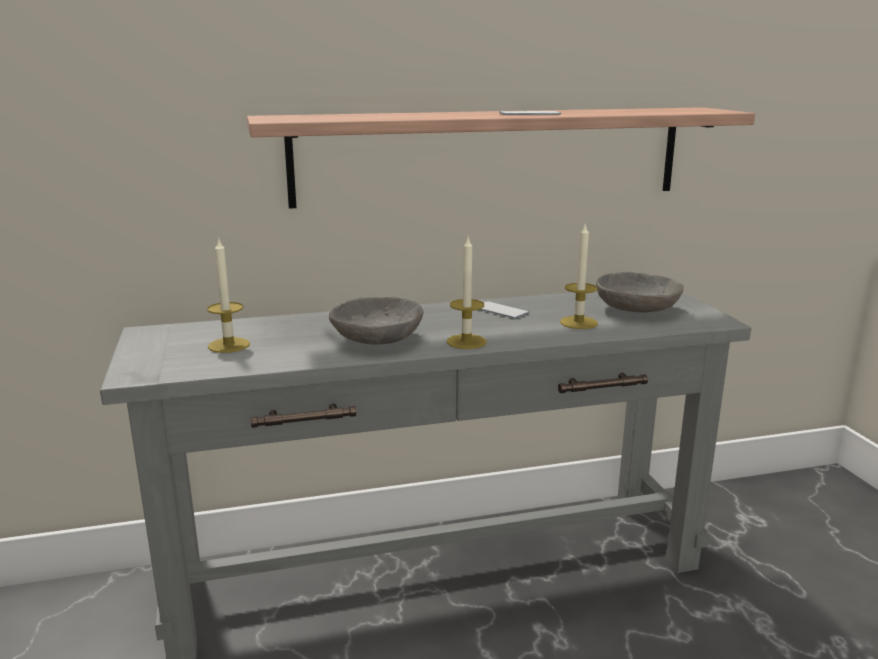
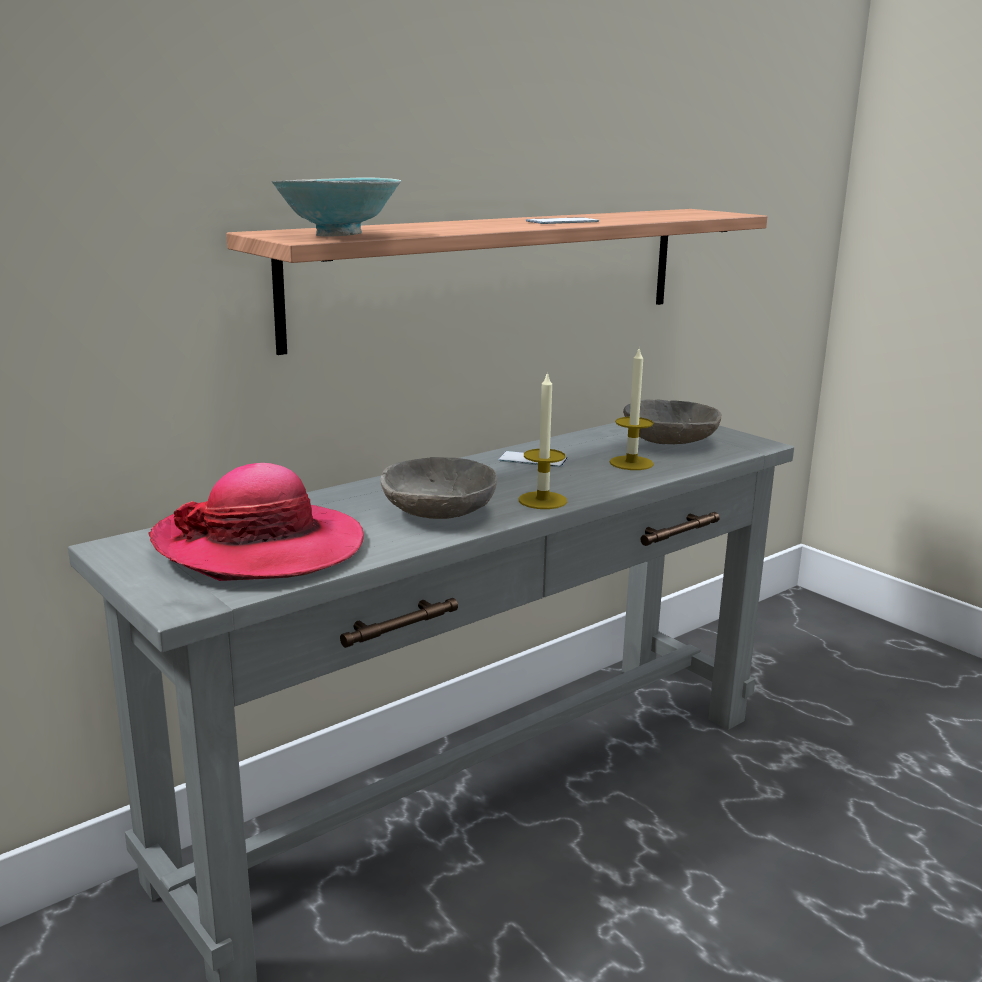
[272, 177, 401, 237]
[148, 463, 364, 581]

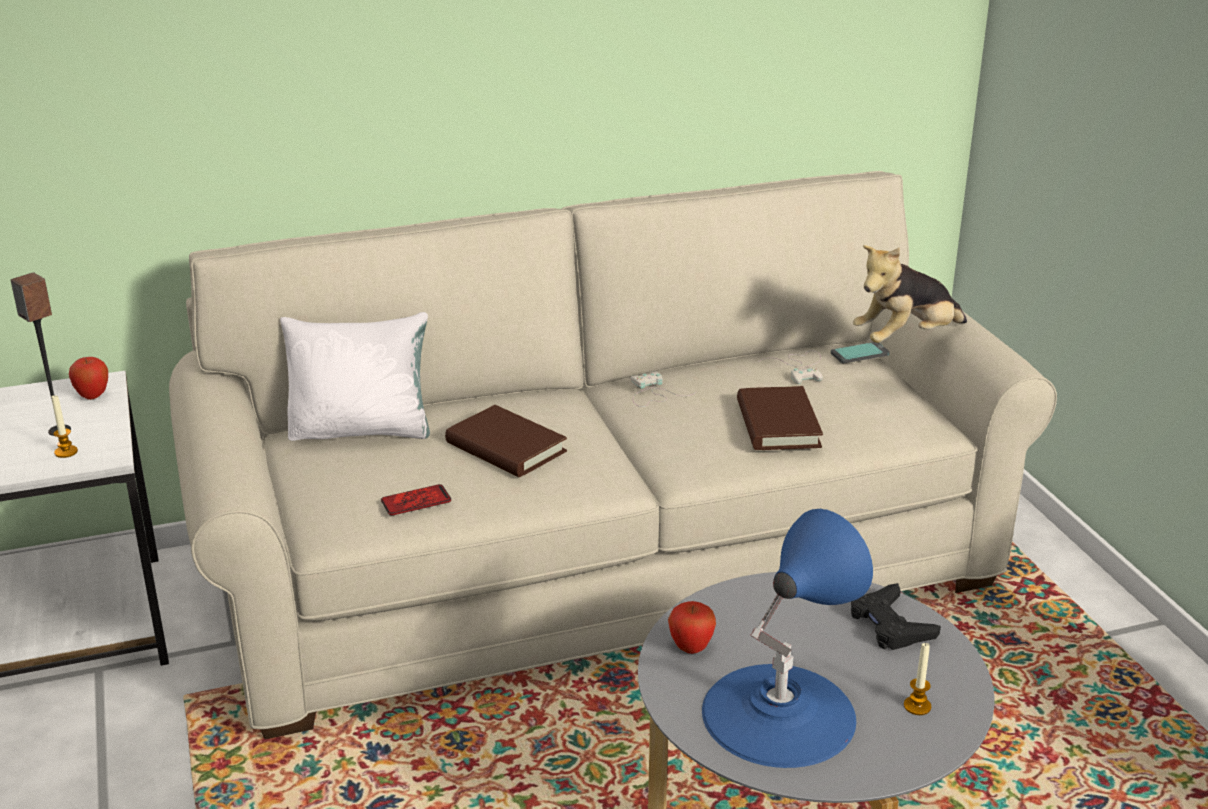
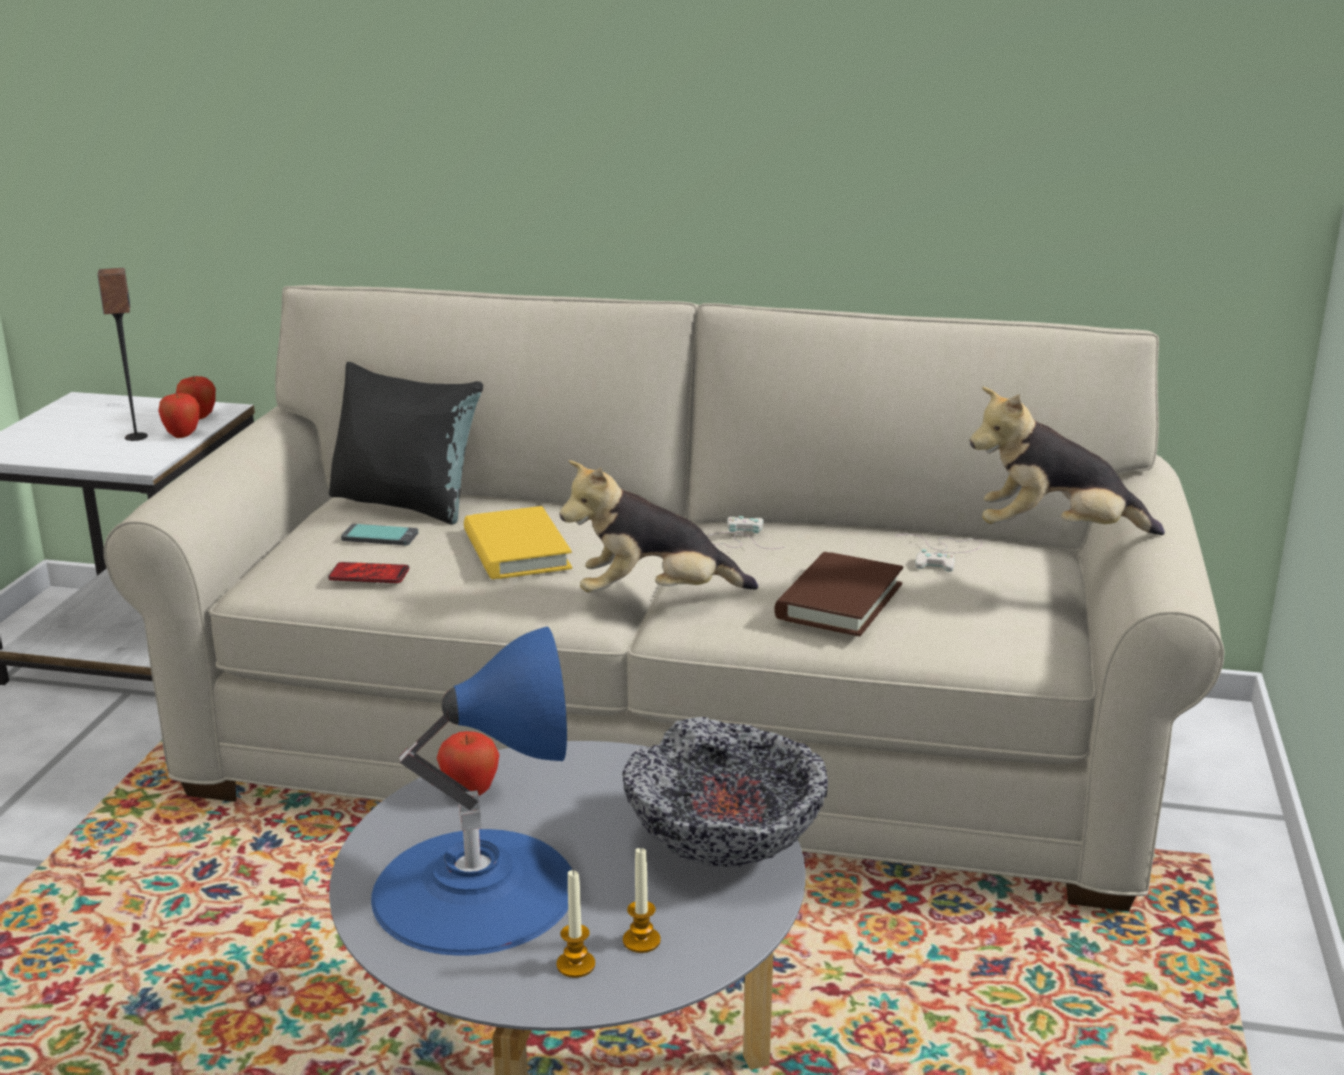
[158, 393, 200, 438]
[559, 460, 758, 593]
[557, 870, 595, 978]
[341, 524, 418, 545]
[623, 717, 828, 868]
[329, 362, 483, 525]
[464, 506, 572, 579]

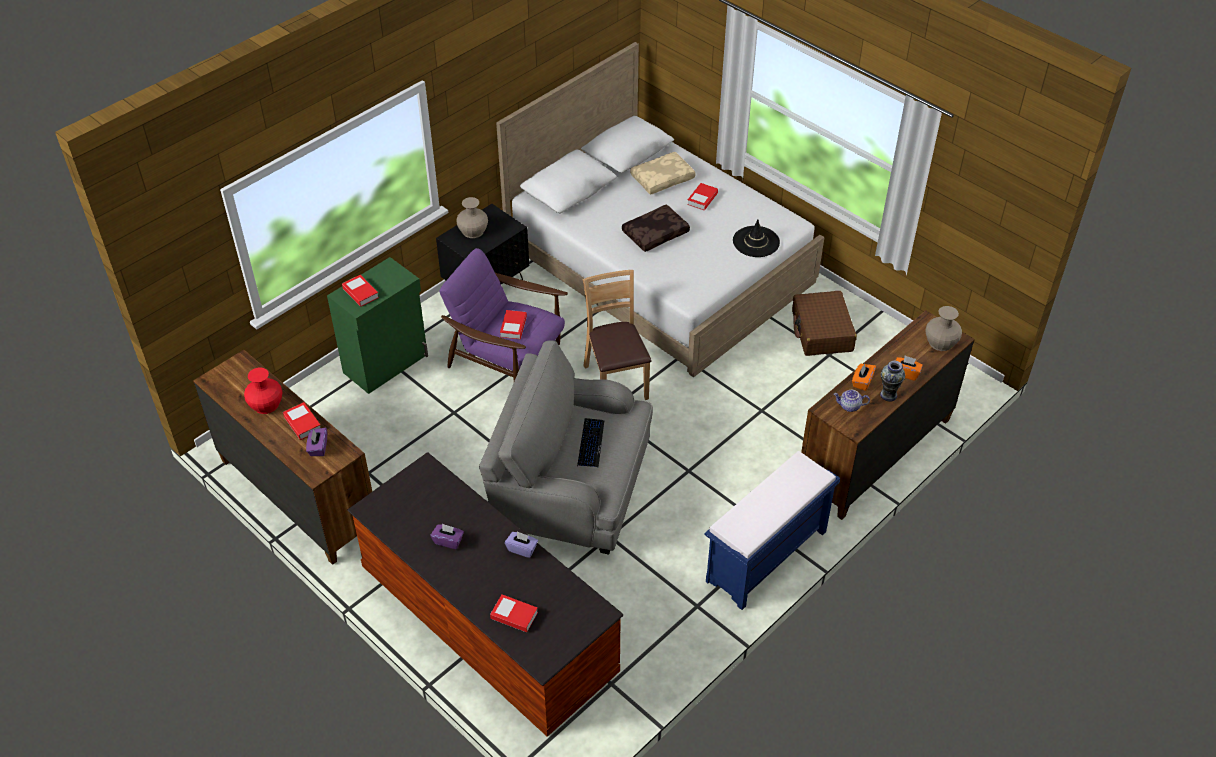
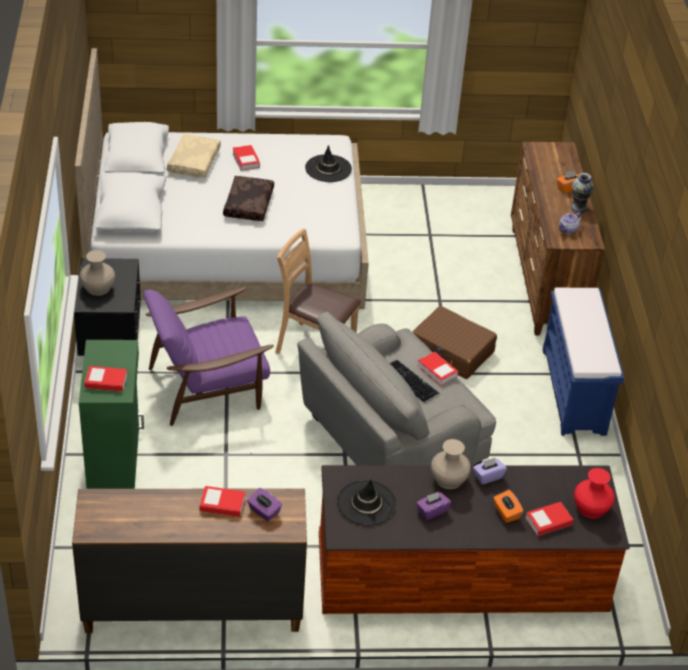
[337, 479, 396, 526]
[574, 468, 615, 519]
[418, 352, 458, 386]
[412, 306, 497, 379]
[494, 490, 524, 523]
[431, 439, 471, 489]

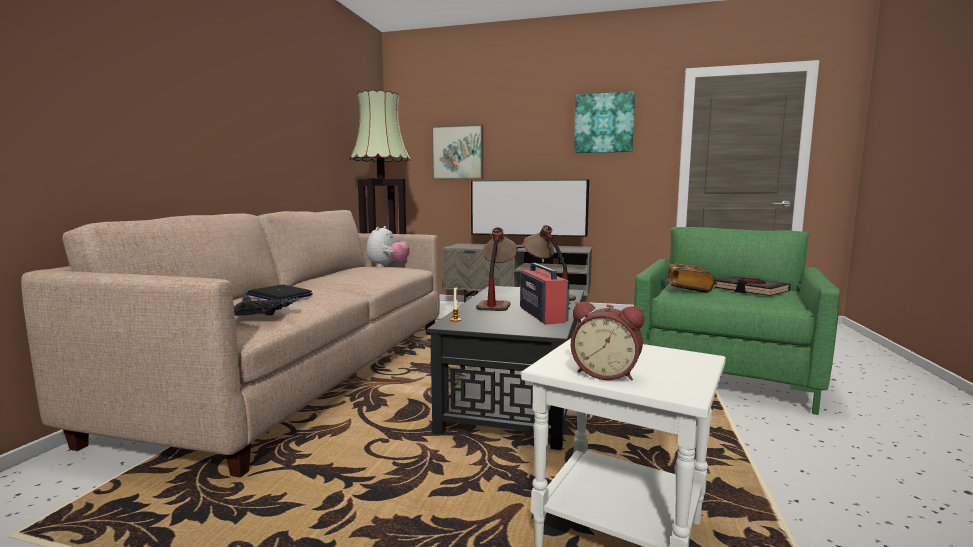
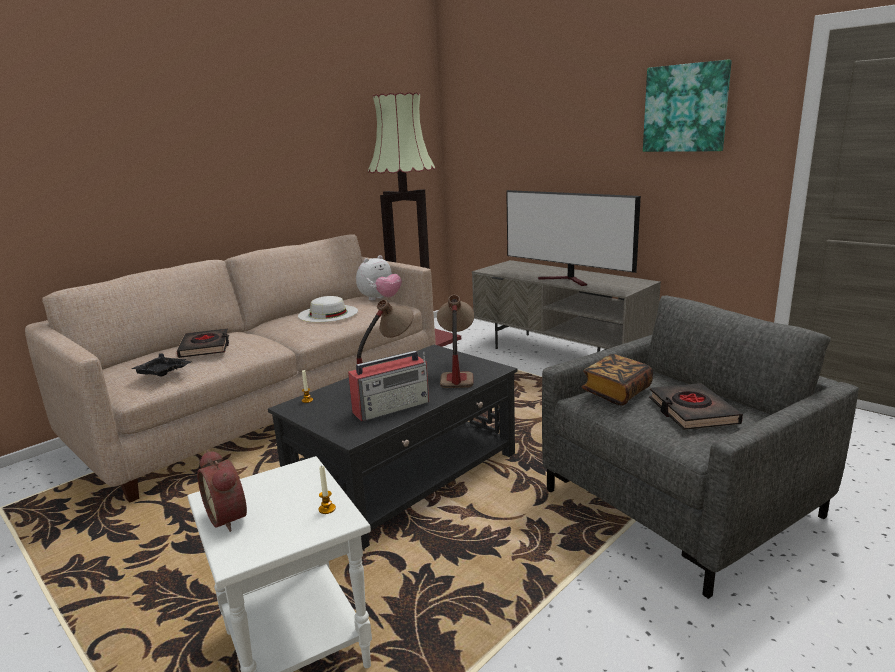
[431, 124, 483, 180] (first image)
[298, 296, 358, 322]
[319, 465, 336, 514]
[176, 329, 229, 358]
[542, 296, 859, 599]
[348, 351, 429, 421]

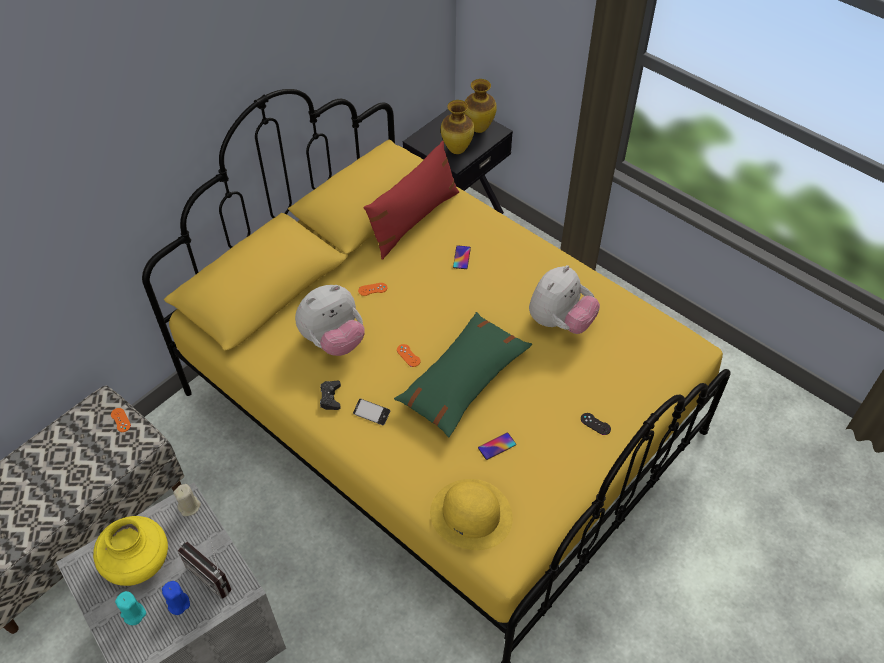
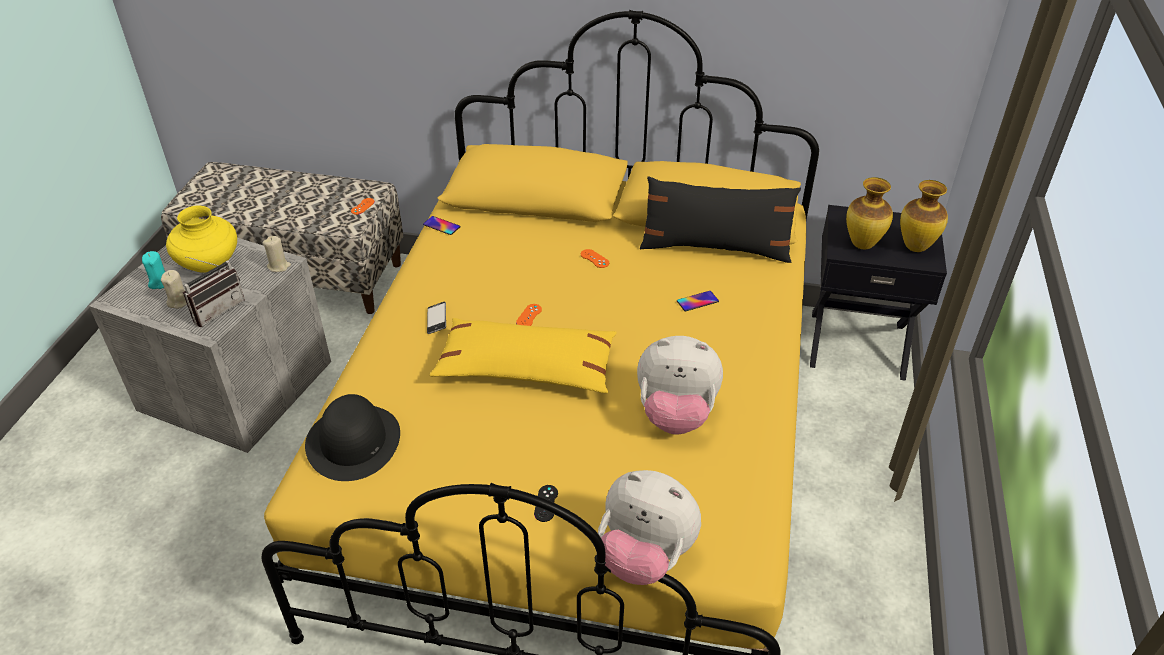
[320, 380, 341, 410] (first image)
[598, 470, 701, 585]
[423, 216, 461, 235]
[161, 270, 187, 309]
[640, 176, 801, 263]
[430, 318, 617, 393]
[305, 394, 400, 481]
[183, 256, 245, 327]

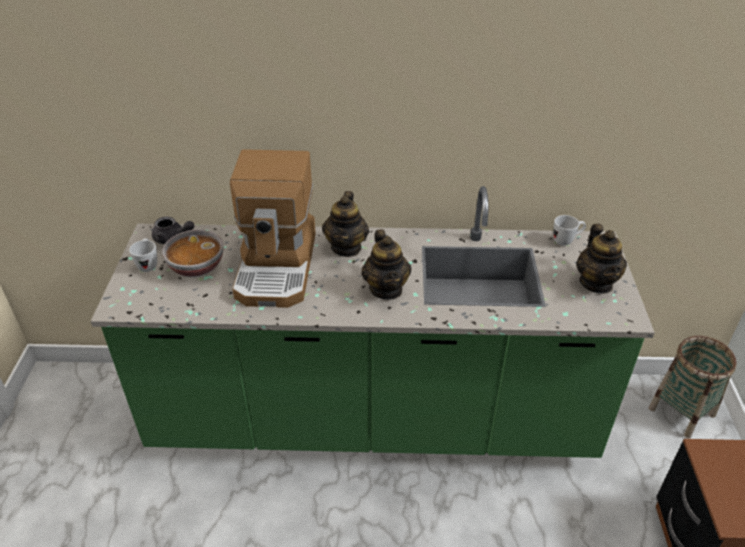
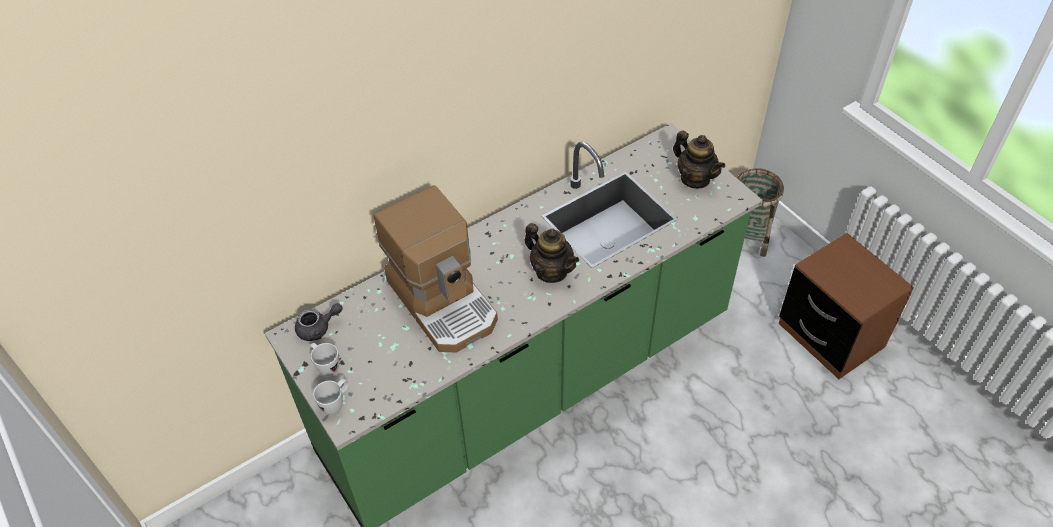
[162, 230, 223, 277] (first image)
[322, 191, 369, 257] (first image)
[313, 379, 349, 414]

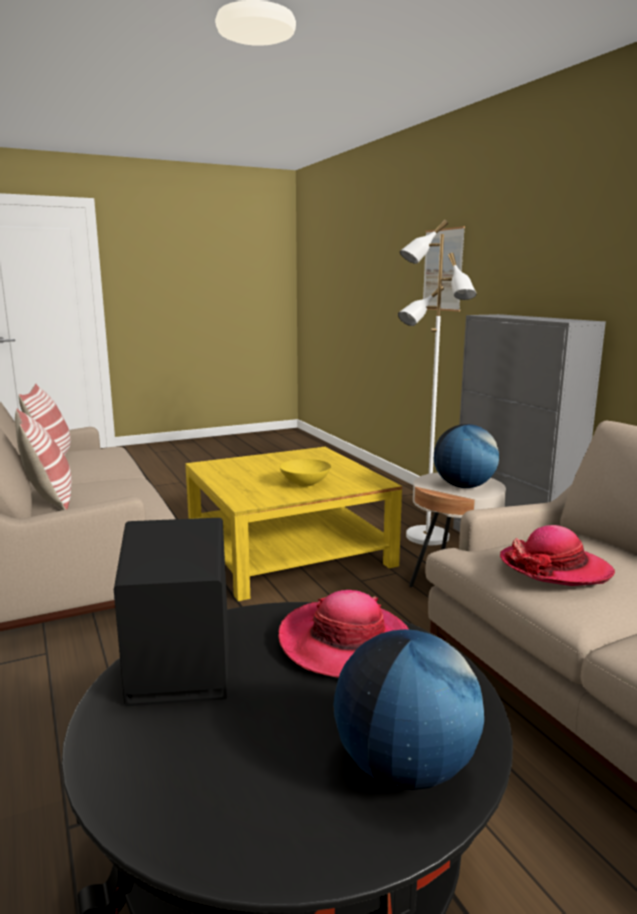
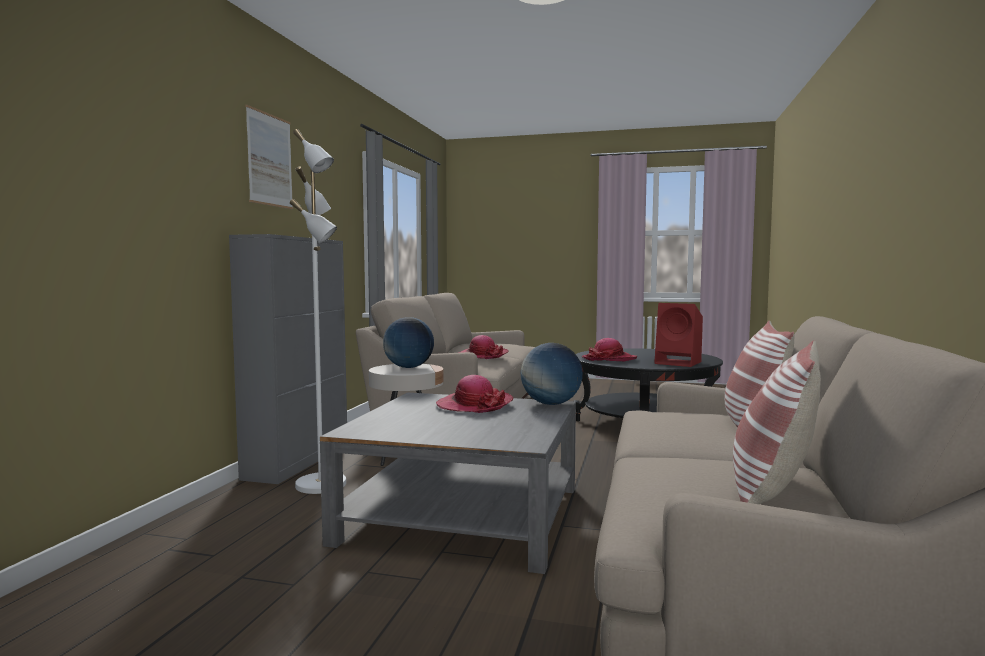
[521, 343, 583, 405]
[246, 105, 293, 209]
[436, 375, 514, 413]
[654, 303, 703, 367]
[320, 393, 576, 574]

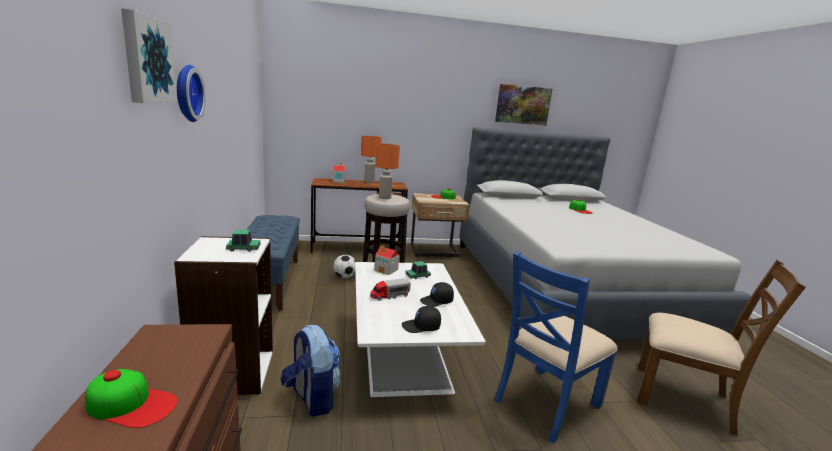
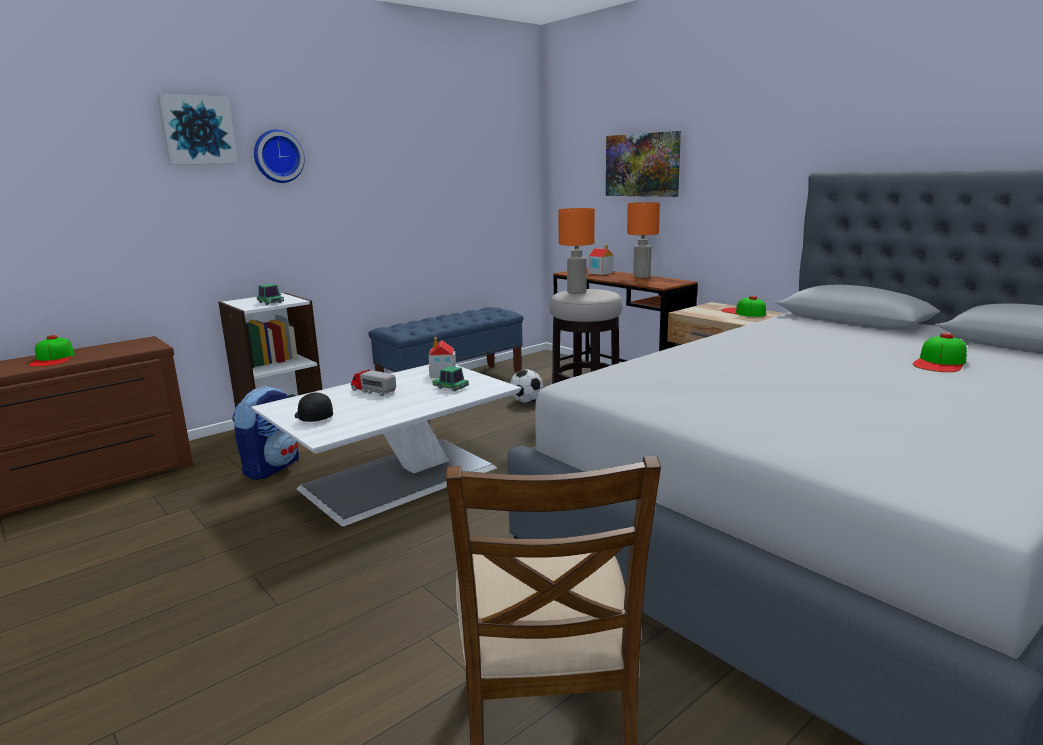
[420, 282, 454, 307] (first image)
[494, 251, 618, 444] (first image)
[606, 131, 681, 197]

